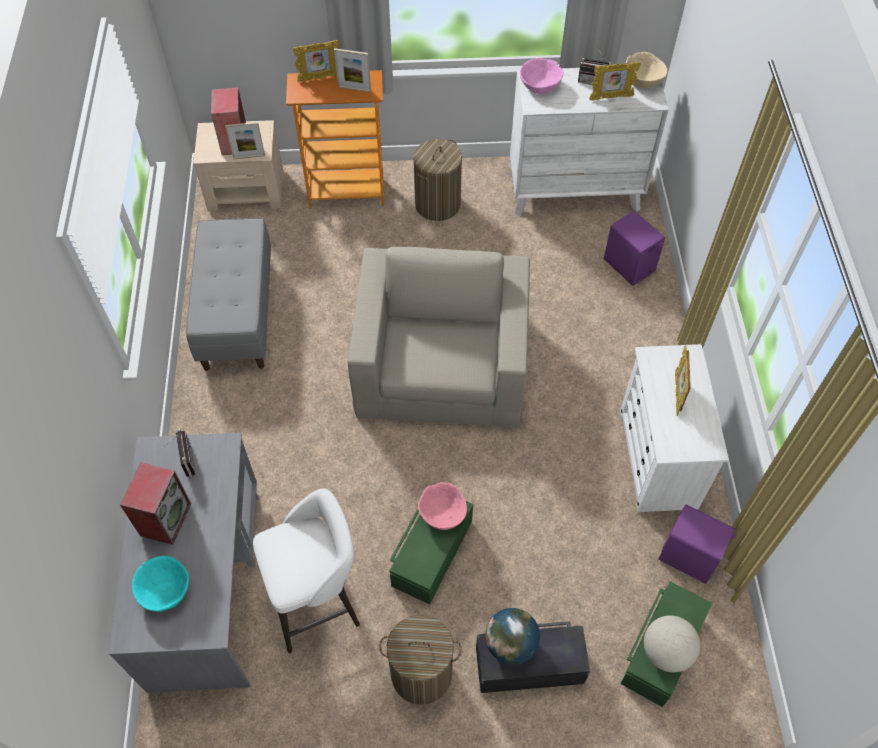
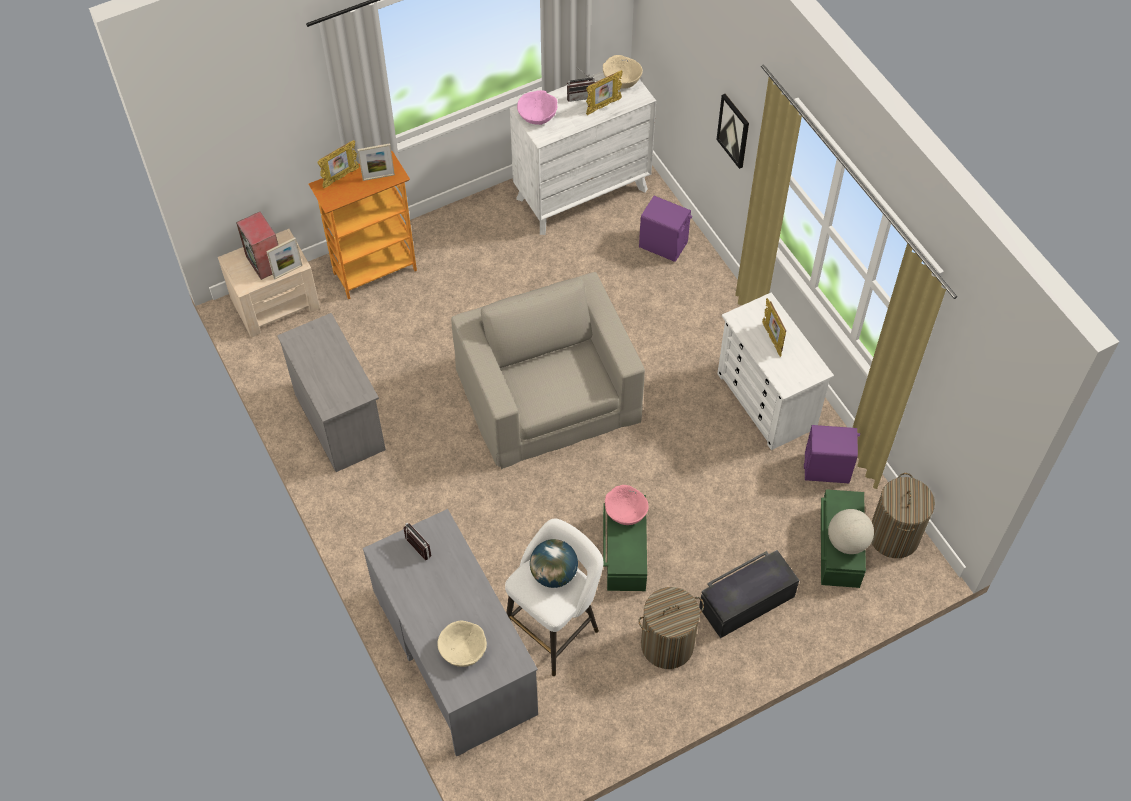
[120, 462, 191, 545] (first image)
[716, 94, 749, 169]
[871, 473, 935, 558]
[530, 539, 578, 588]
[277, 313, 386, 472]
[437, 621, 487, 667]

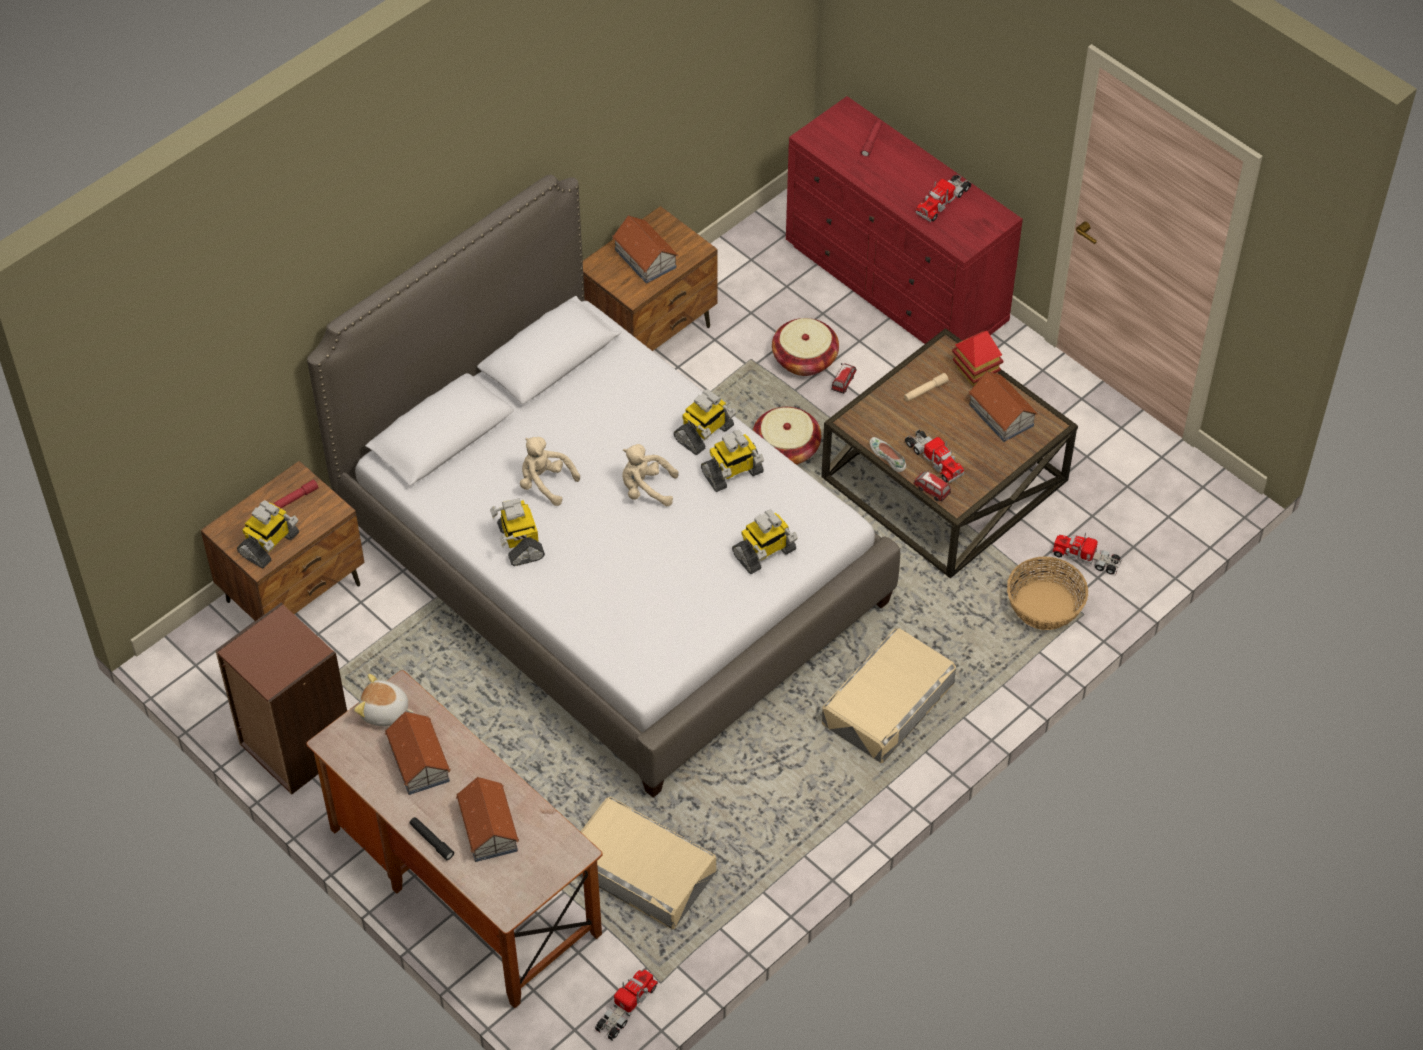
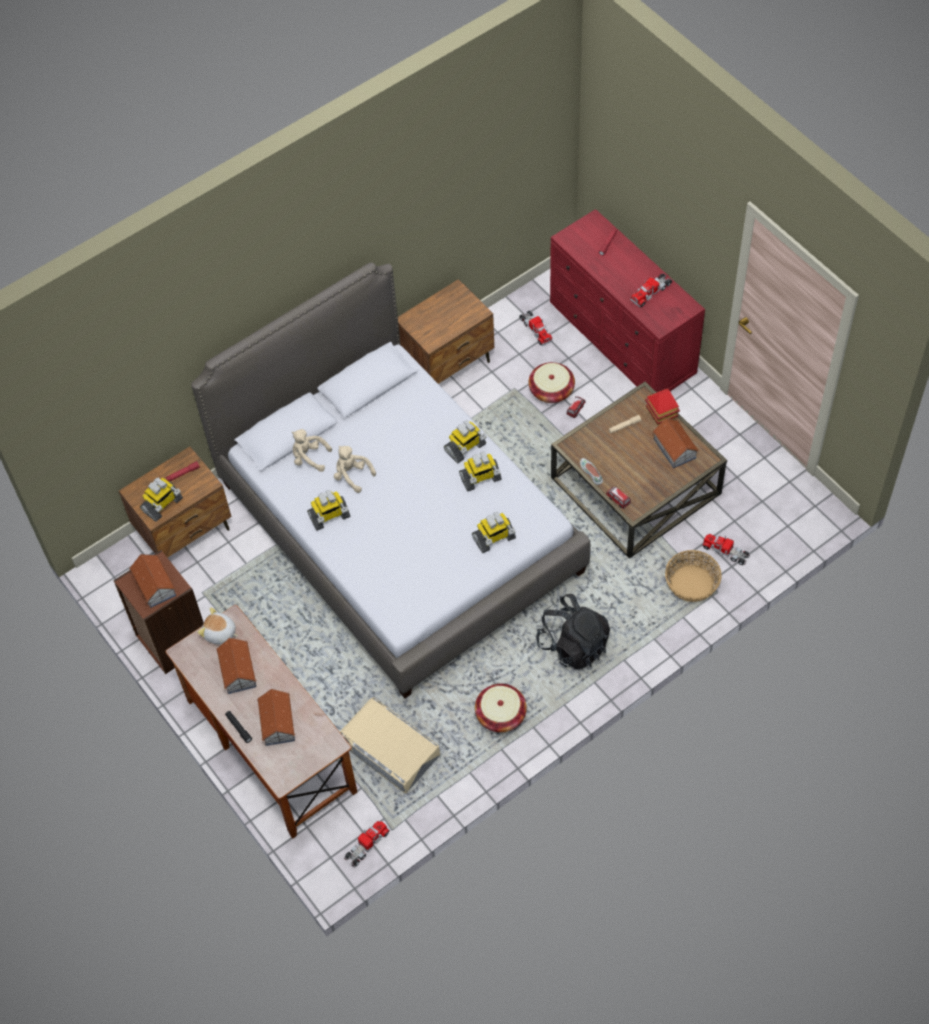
[129, 554, 176, 608]
[292, 429, 332, 472]
[475, 684, 527, 732]
[519, 310, 553, 346]
[536, 594, 610, 669]
[307, 490, 350, 531]

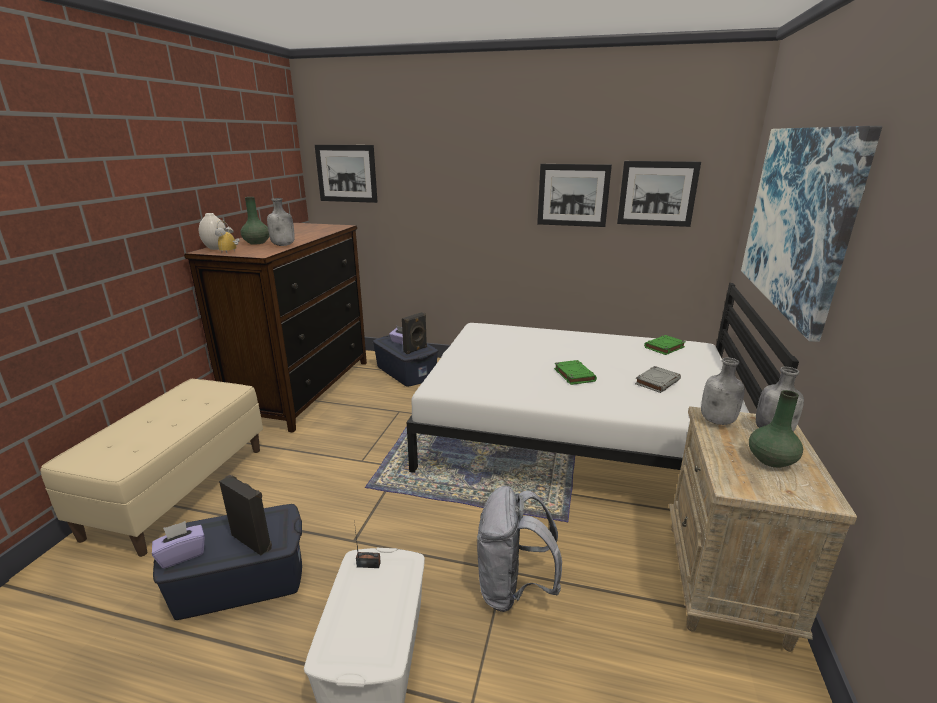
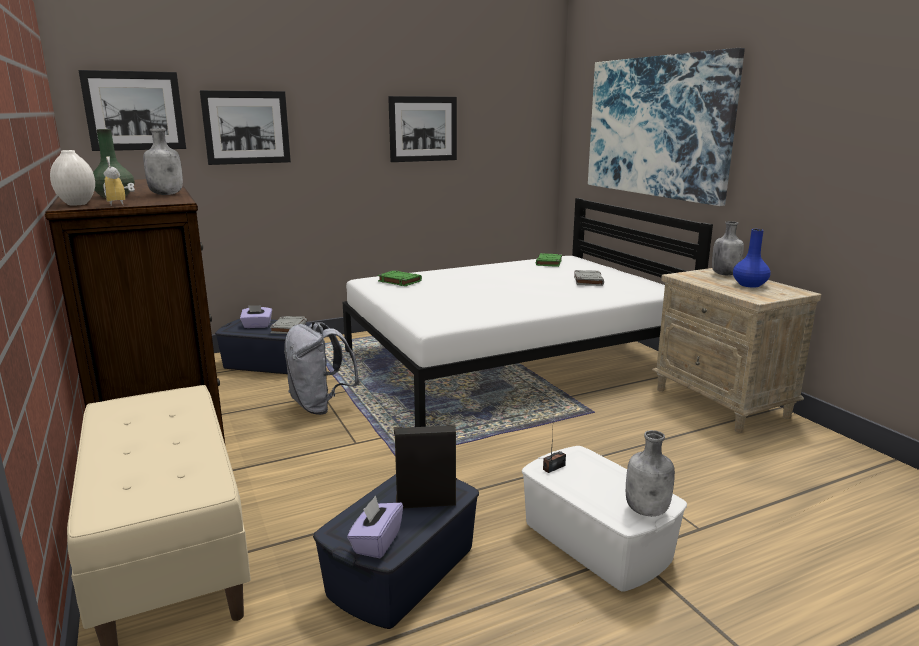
[284, 322, 360, 415]
[378, 270, 422, 286]
[200, 90, 291, 165]
[626, 430, 675, 516]
[270, 316, 307, 334]
[733, 229, 771, 287]

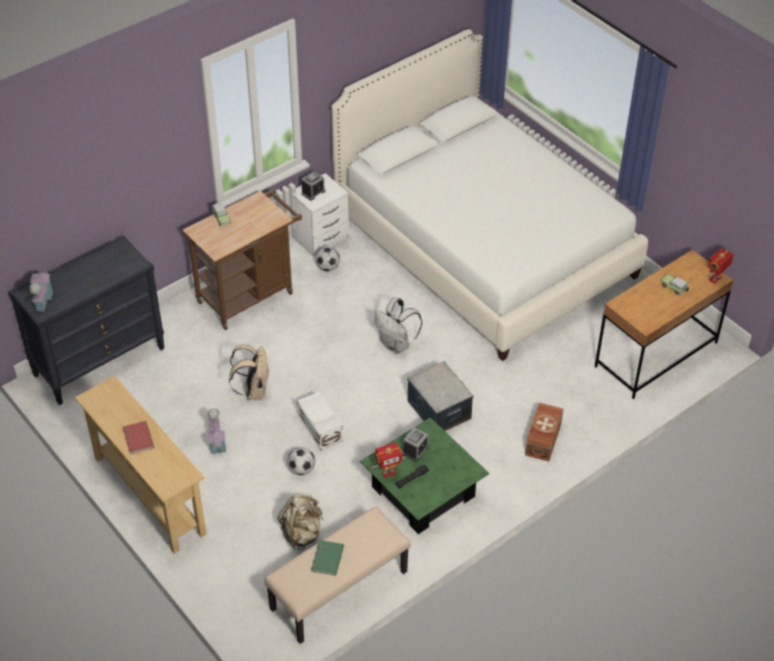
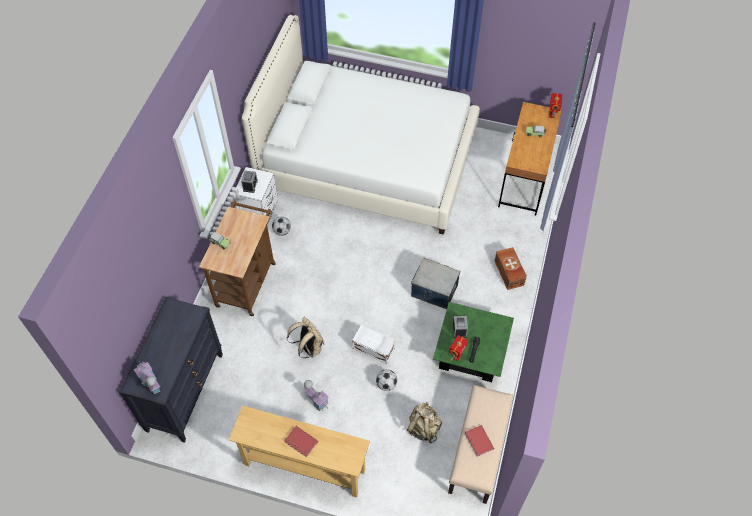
[374, 297, 422, 354] (first image)
[465, 425, 494, 457]

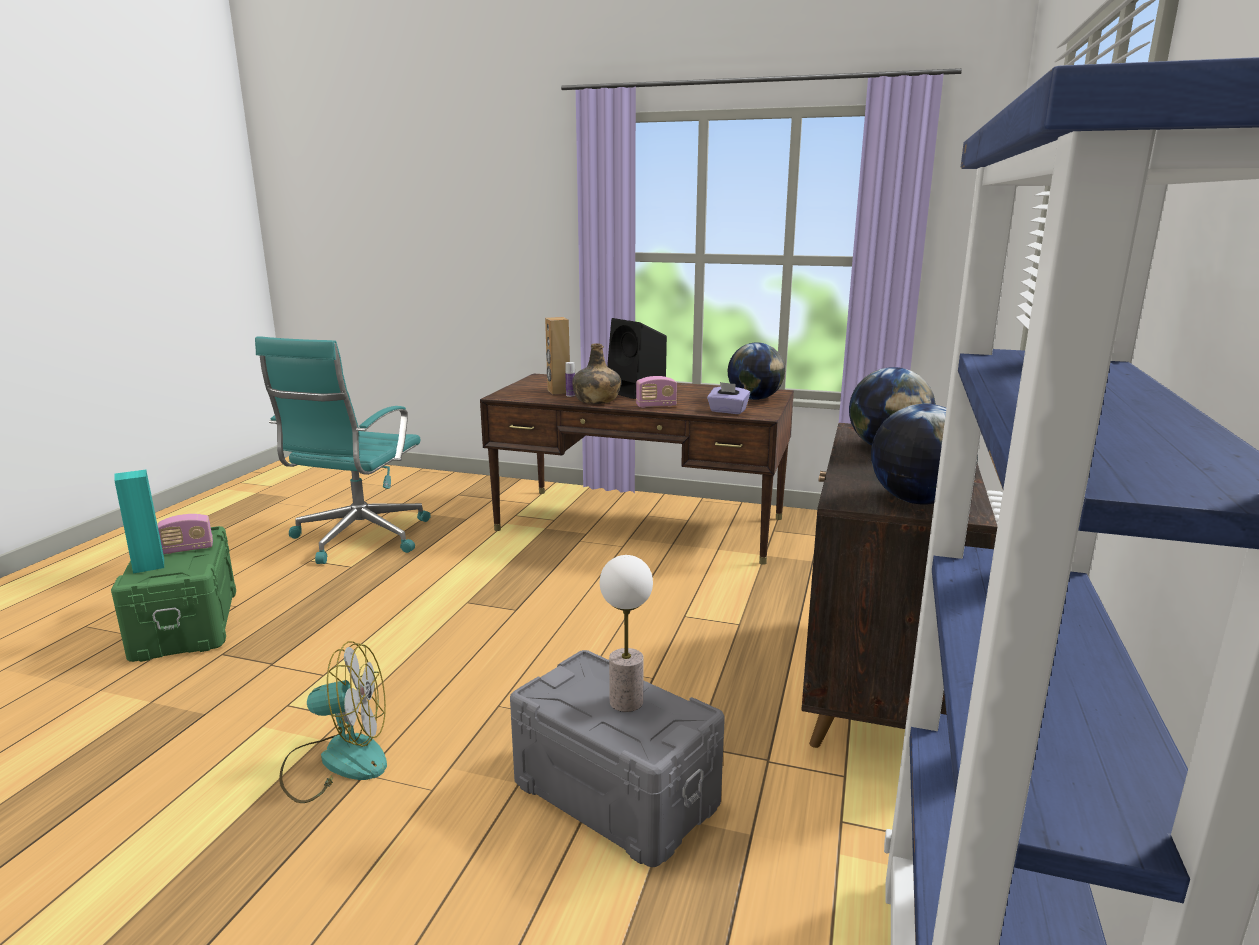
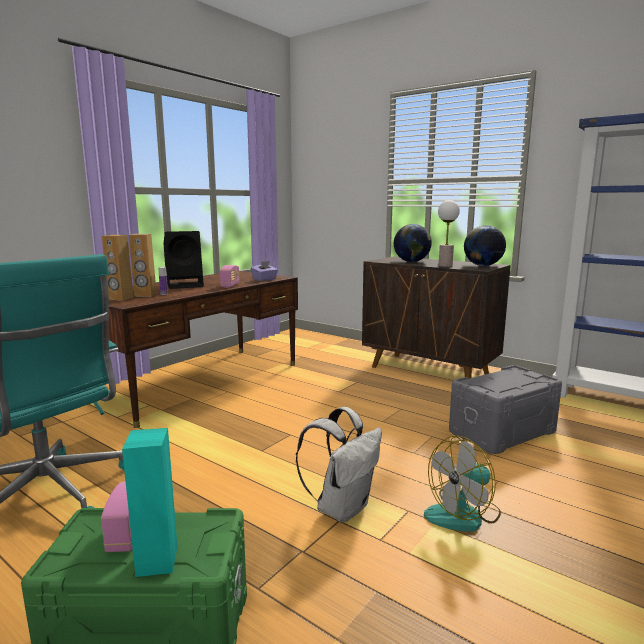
[572, 343, 621, 404] (first image)
[728, 342, 785, 400] (first image)
[102, 235, 134, 301]
[296, 407, 382, 522]
[438, 200, 460, 267]
[424, 436, 501, 532]

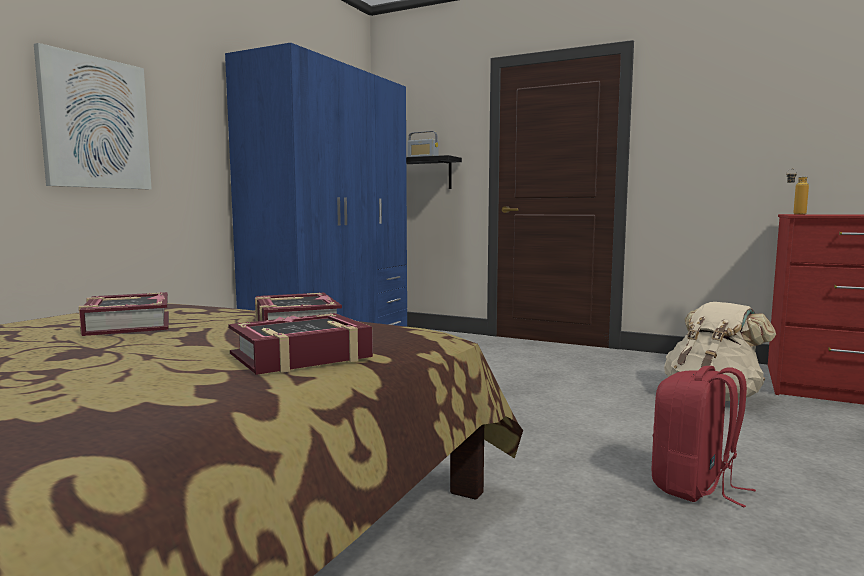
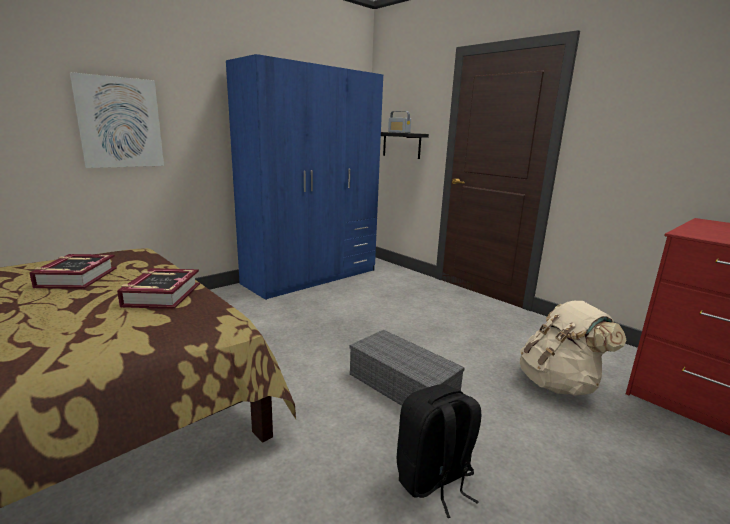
[228, 313, 373, 375] (first image)
[786, 169, 809, 215] (first image)
[349, 330, 465, 406]
[397, 384, 481, 518]

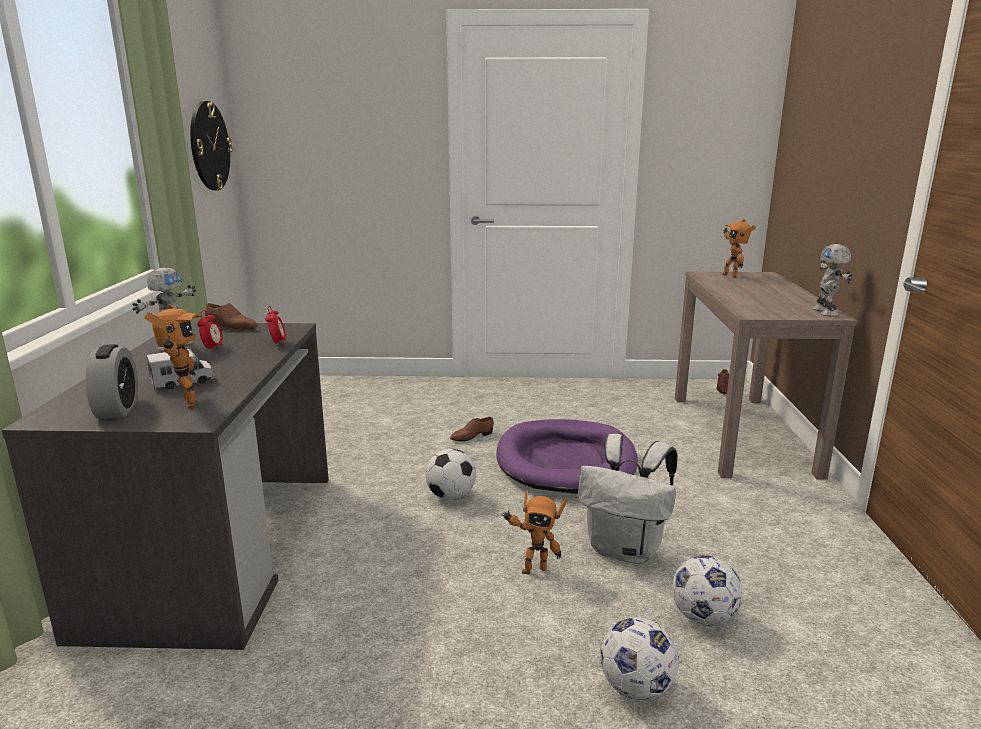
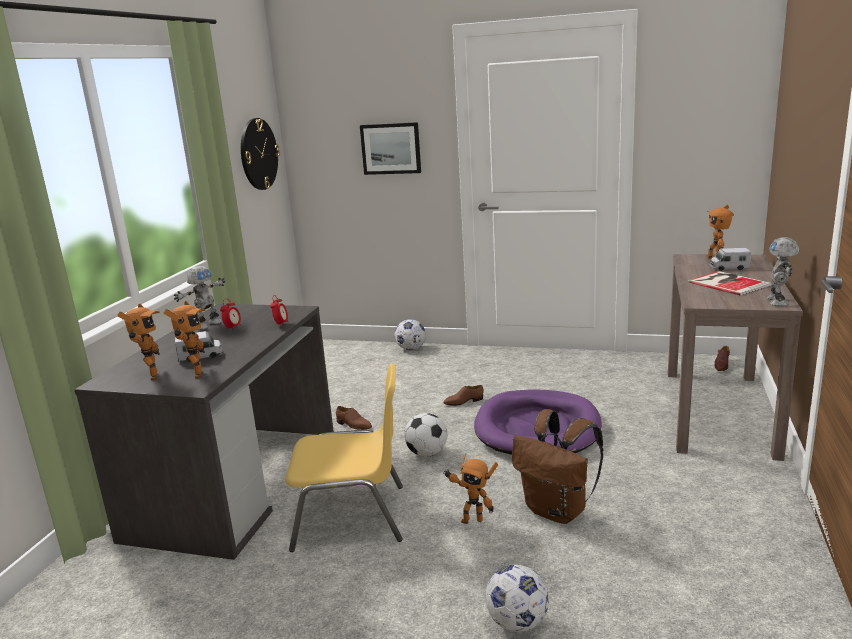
[285, 364, 403, 552]
[360, 122, 421, 175]
[688, 271, 771, 296]
[710, 248, 751, 271]
[336, 406, 372, 430]
[395, 319, 426, 350]
[117, 304, 160, 381]
[512, 409, 603, 524]

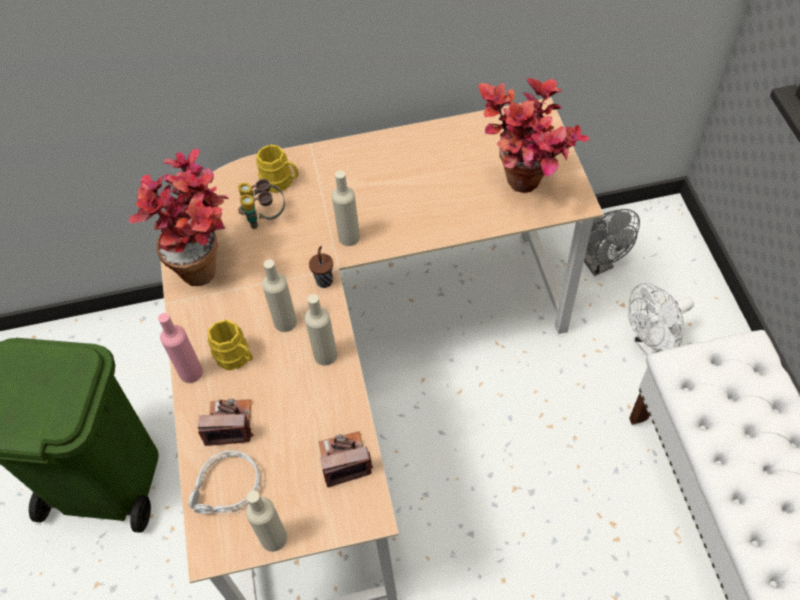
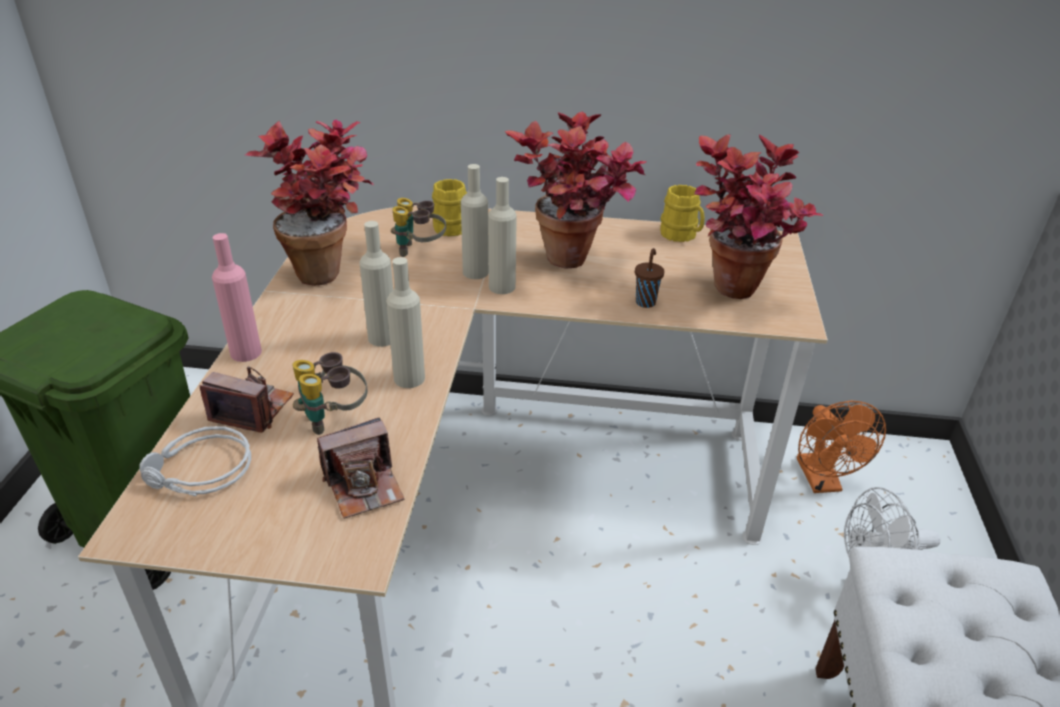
[292, 352, 368, 435]
[505, 111, 647, 269]
[660, 185, 705, 242]
[461, 164, 489, 279]
[635, 248, 665, 308]
[797, 401, 886, 493]
[317, 417, 405, 519]

